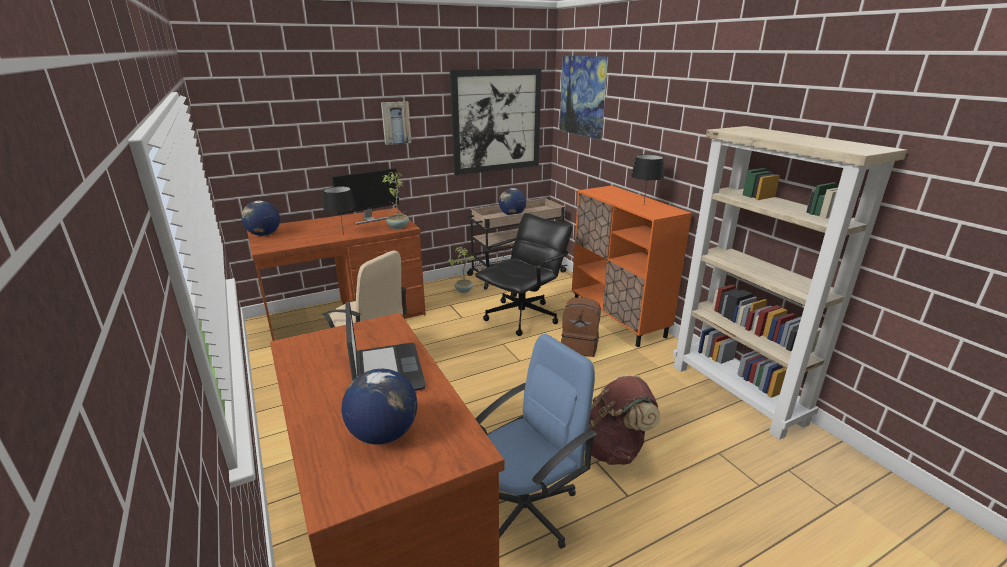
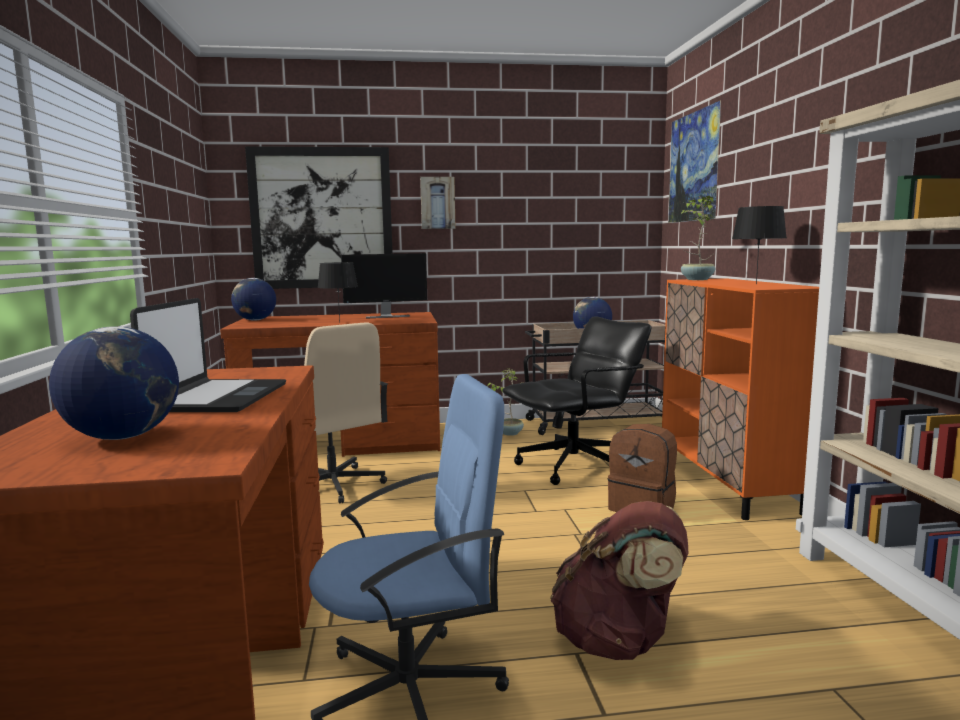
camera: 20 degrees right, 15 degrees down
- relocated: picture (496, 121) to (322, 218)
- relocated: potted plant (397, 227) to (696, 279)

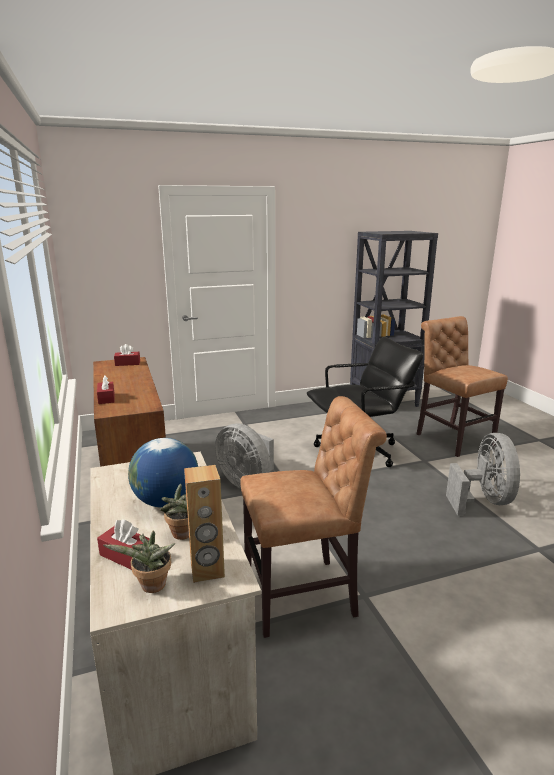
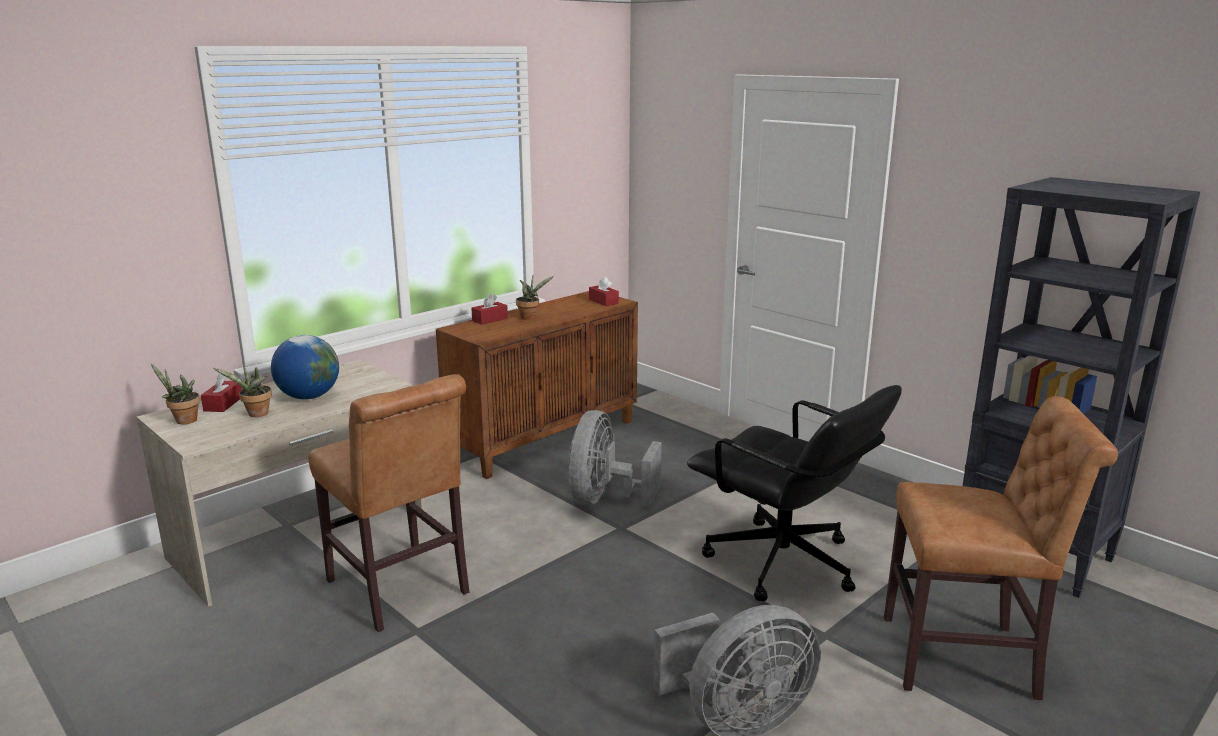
camera: 65 degrees right, 0 degrees up
- appeared: potted plant (530, 317)
- spun: brown chair (451, 438) = (967, 658) 60 degrees clockwise
- missing: brown speaker (207, 571)

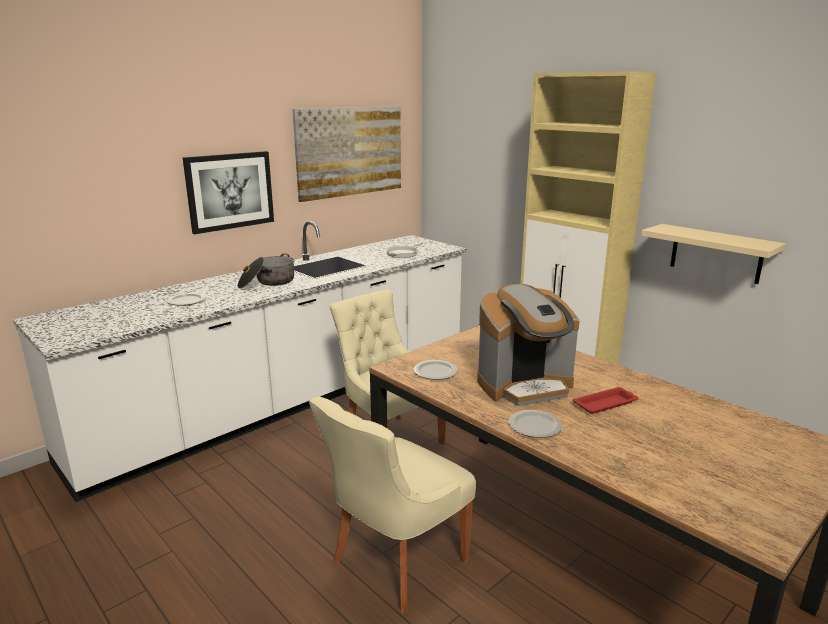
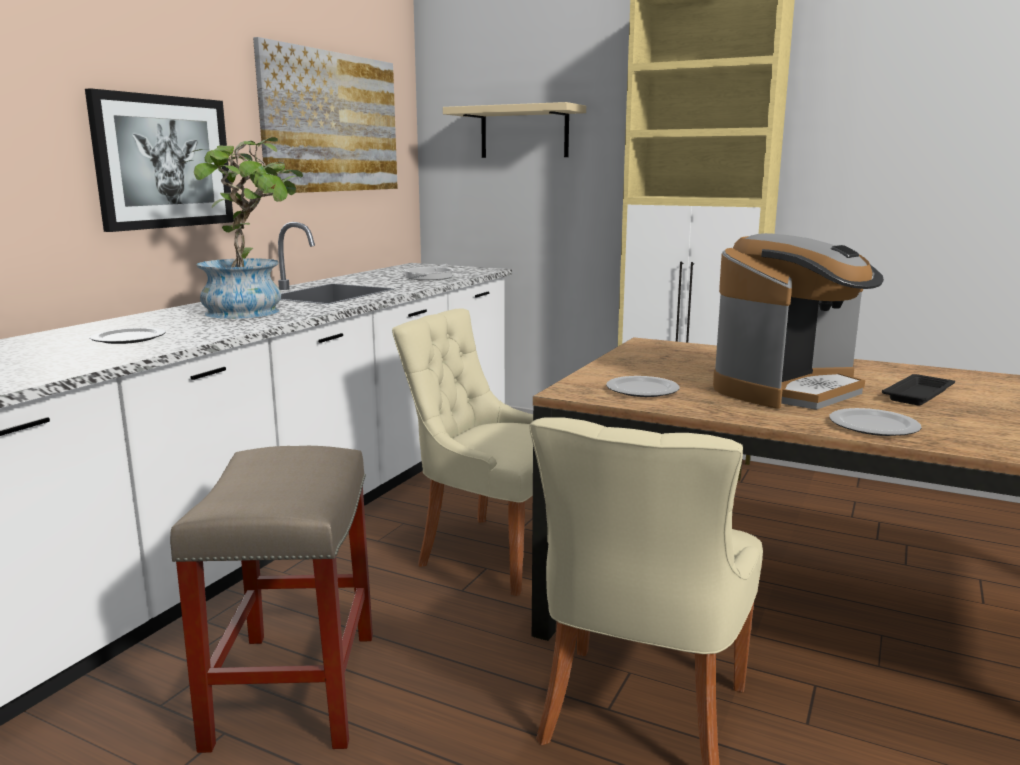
camera: 20 degrees left, 5 degrees down
- appeared: beige stool (294, 690)
- exchanged: cooking pot (267, 282) to potted plant (254, 312)
- relocated: beige shelf (716, 253) to (524, 132)
- colour: red tray (606, 404) to black tray (918, 394)

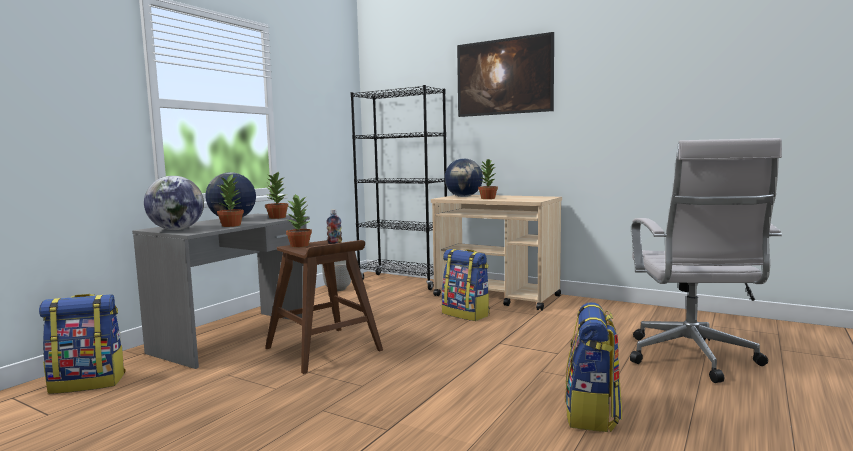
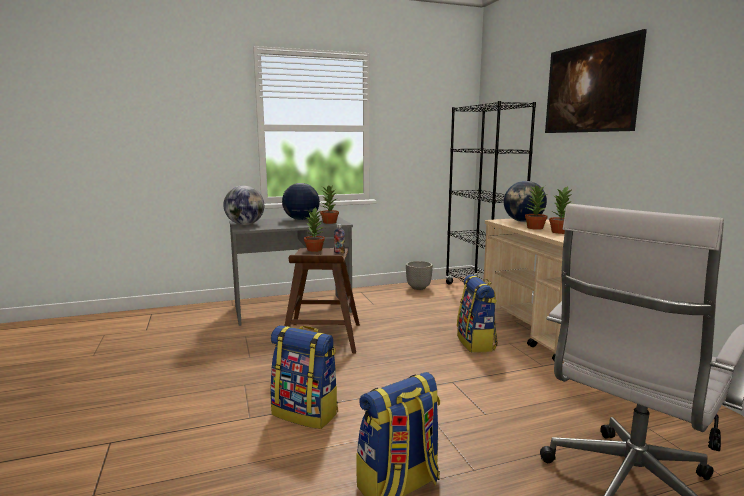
camera: 40 degrees right, 5 degrees up
- relocated: backpack (89, 383) to (306, 413)
- relocated: potted plant (232, 225) to (560, 232)

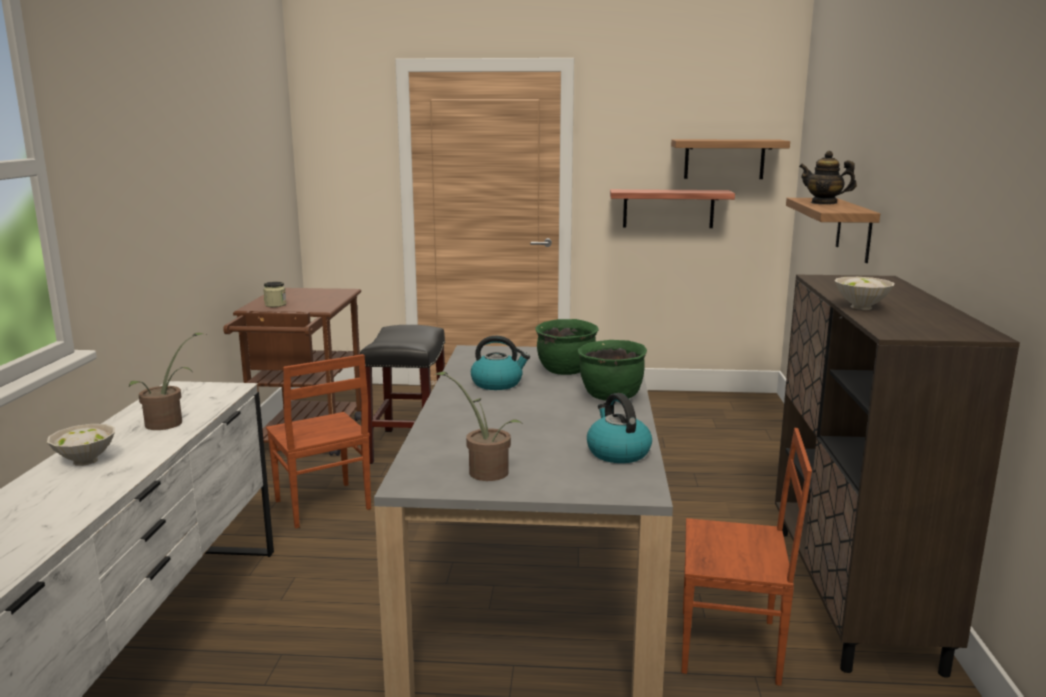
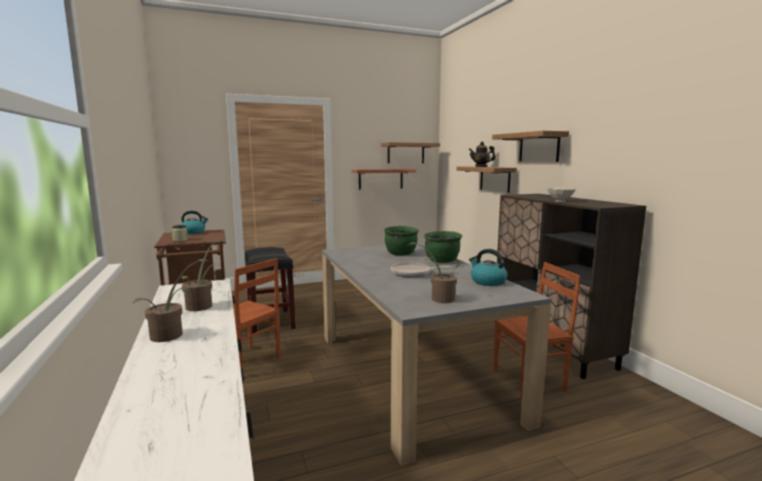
camera: 25 degrees left, 5 degrees down
- exchanged: white bowl (84, 460) to potted plant (172, 335)
- relocated: kettle (497, 383) to (193, 232)
- appeared: frying pan (413, 273)
- appeared: shelf (539, 147)

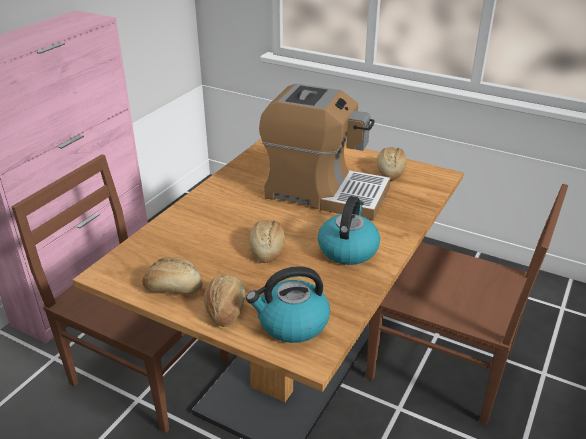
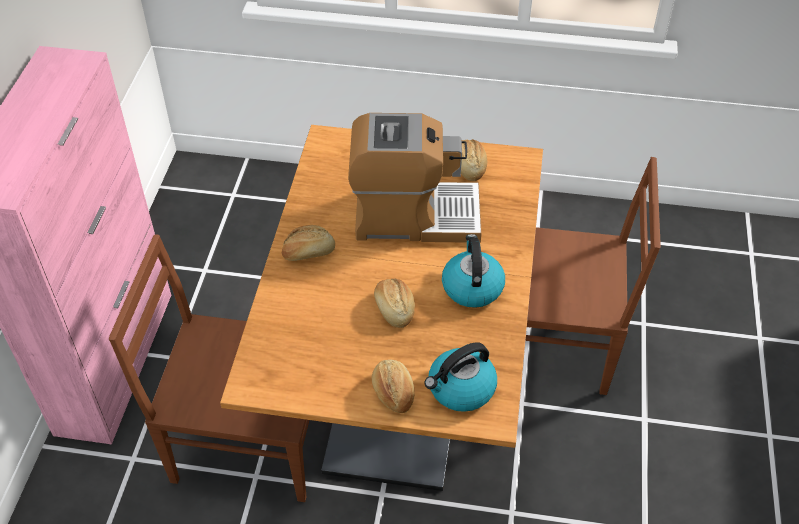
camera: 20 degrees left, 15 degrees up
- relocated: bread (173, 288) to (308, 252)

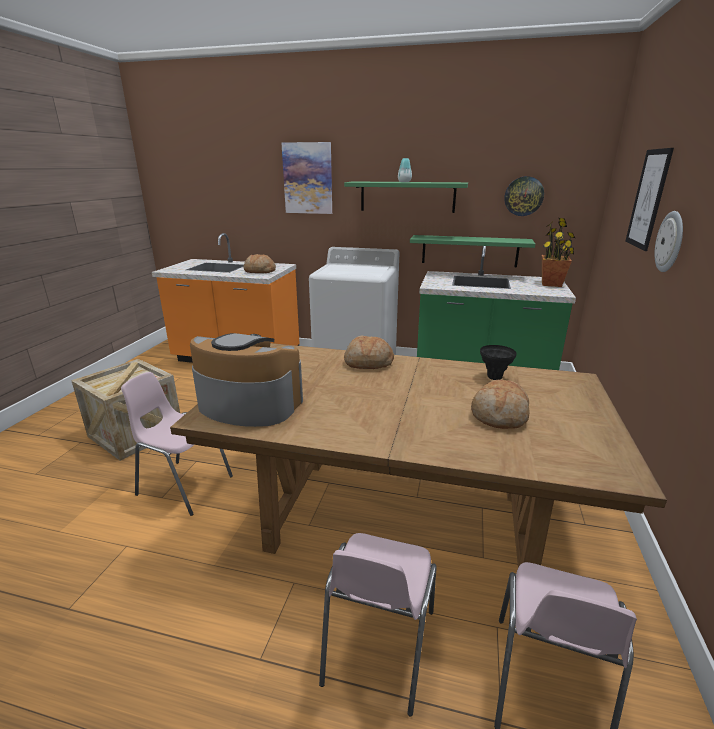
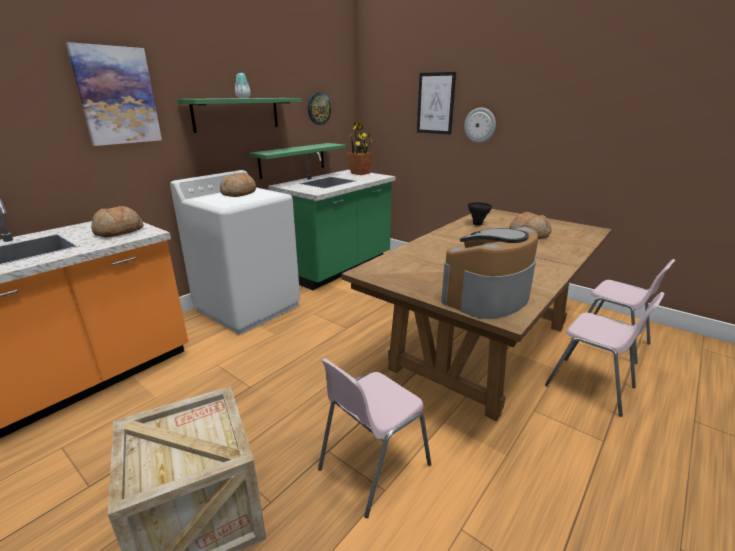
camera: 65 degrees left, 0 degrees up
- relocated: bread (368, 363) to (239, 193)

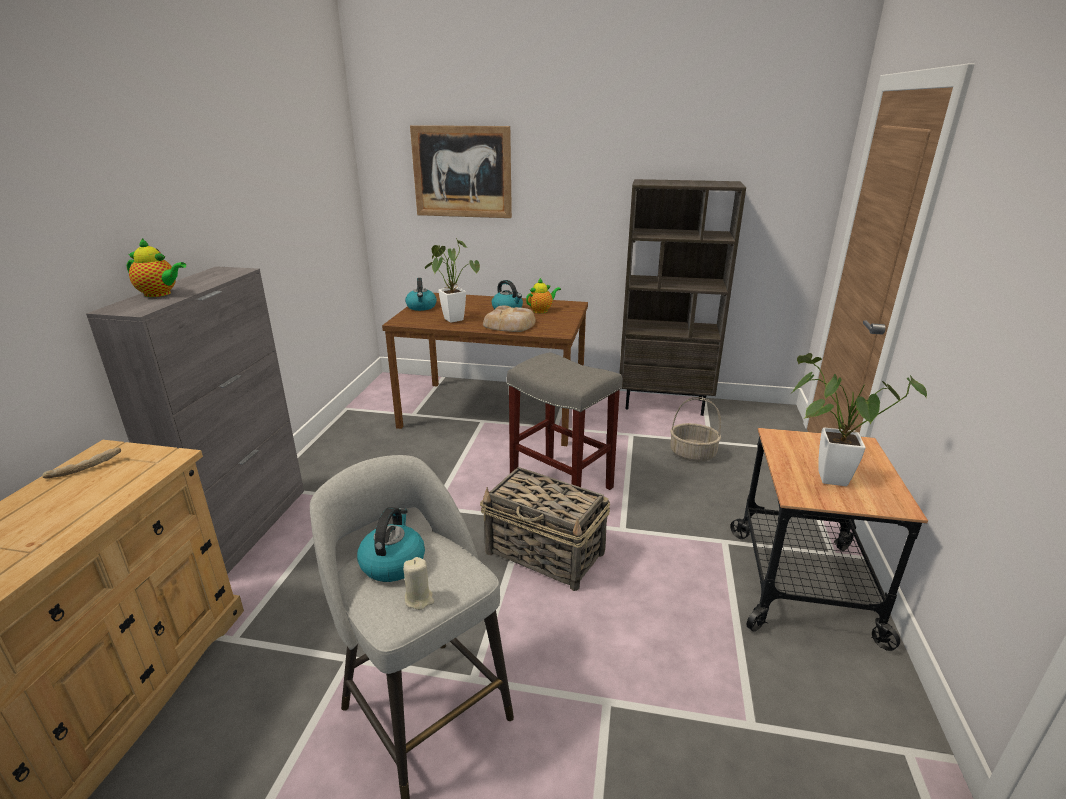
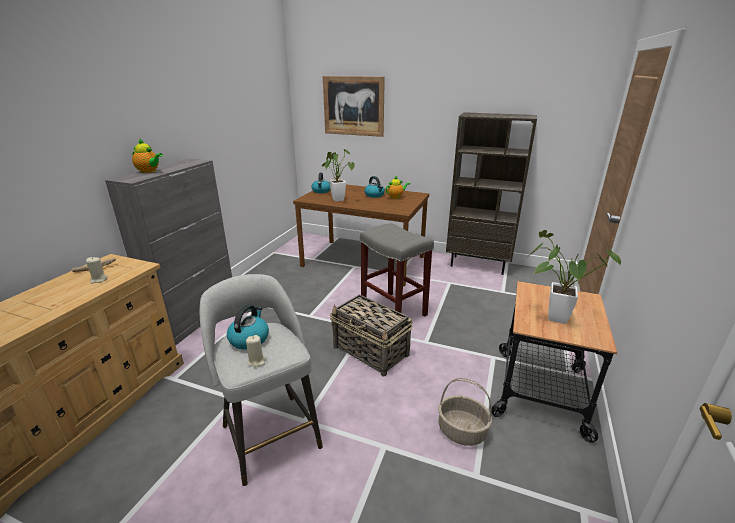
camera: 10 degrees right, 0 degrees up
- appeared: beige candle (99, 280)
- relocated: basket (693, 454) to (462, 431)
- missing: bread (510, 325)

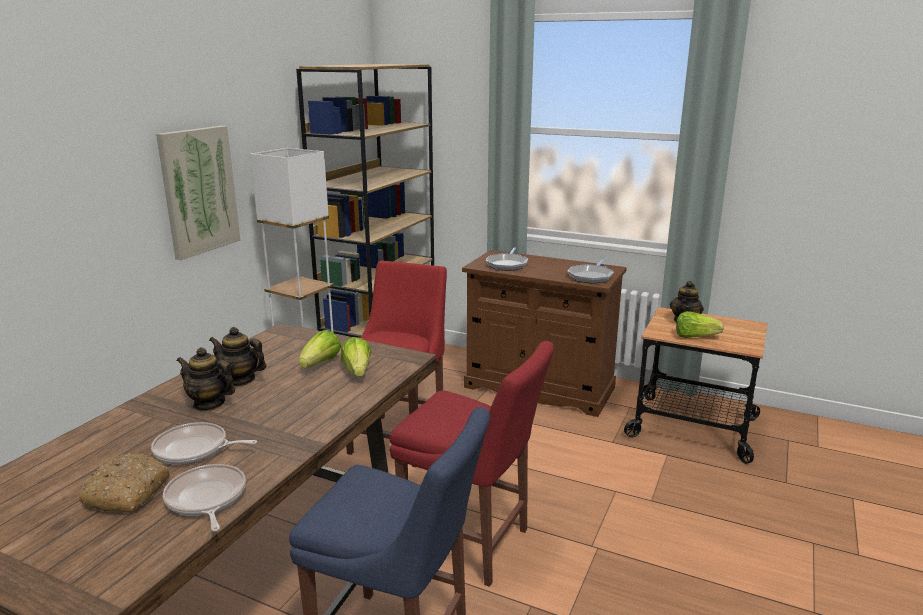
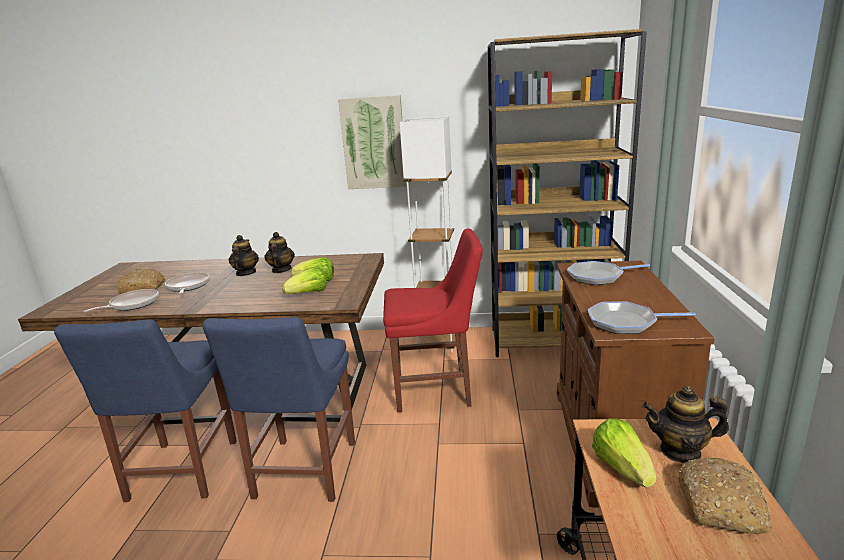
camera: 70 degrees right, 0 degrees up
- colour: red chair (471, 544) to blue chair (303, 473)
- appeared: bread (722, 505)

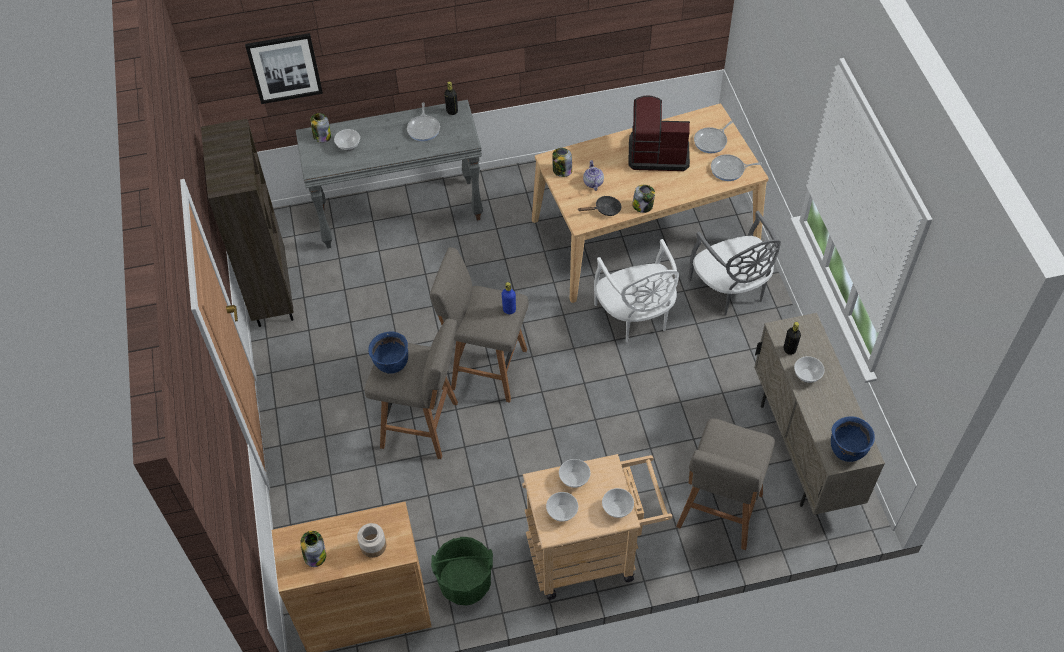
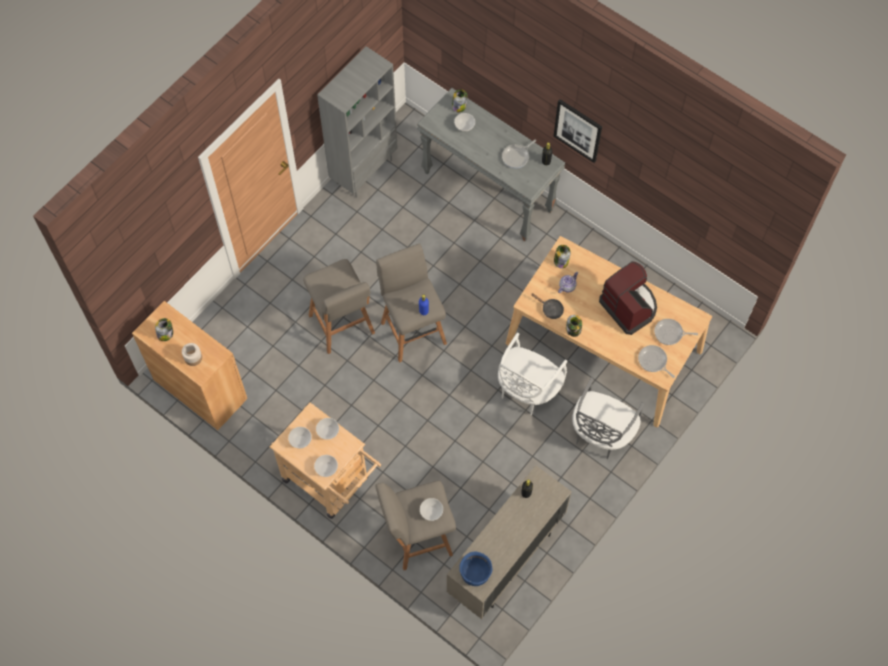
camera: 50 degrees right, 10 degrees up
- colour: brown bookcase (271, 295) to grey bookcase (364, 171)
- relocated: bowl (806, 375) to (431, 512)
- relocated: picture (284, 68) to (578, 130)
- missing: blue cooking pot (391, 364)
- missing: green bucket (465, 583)

